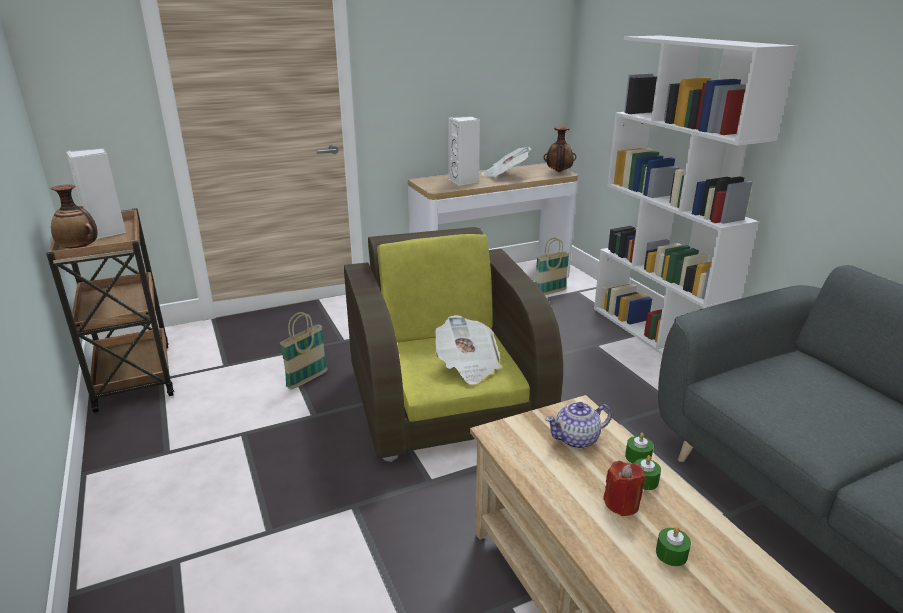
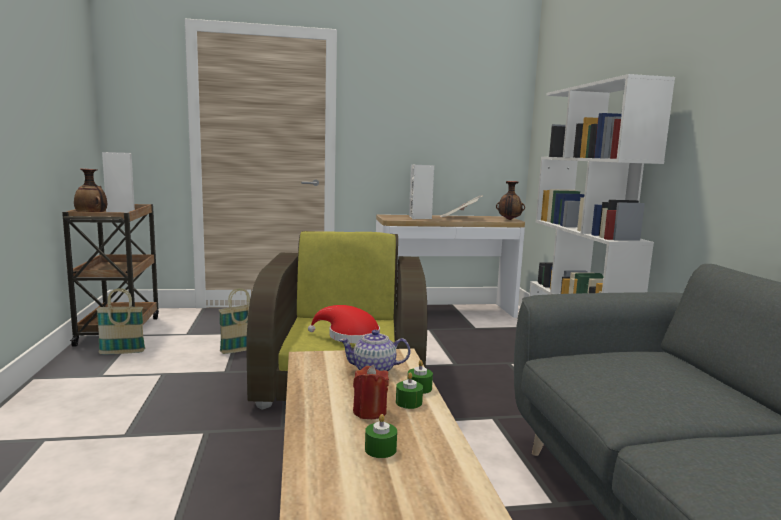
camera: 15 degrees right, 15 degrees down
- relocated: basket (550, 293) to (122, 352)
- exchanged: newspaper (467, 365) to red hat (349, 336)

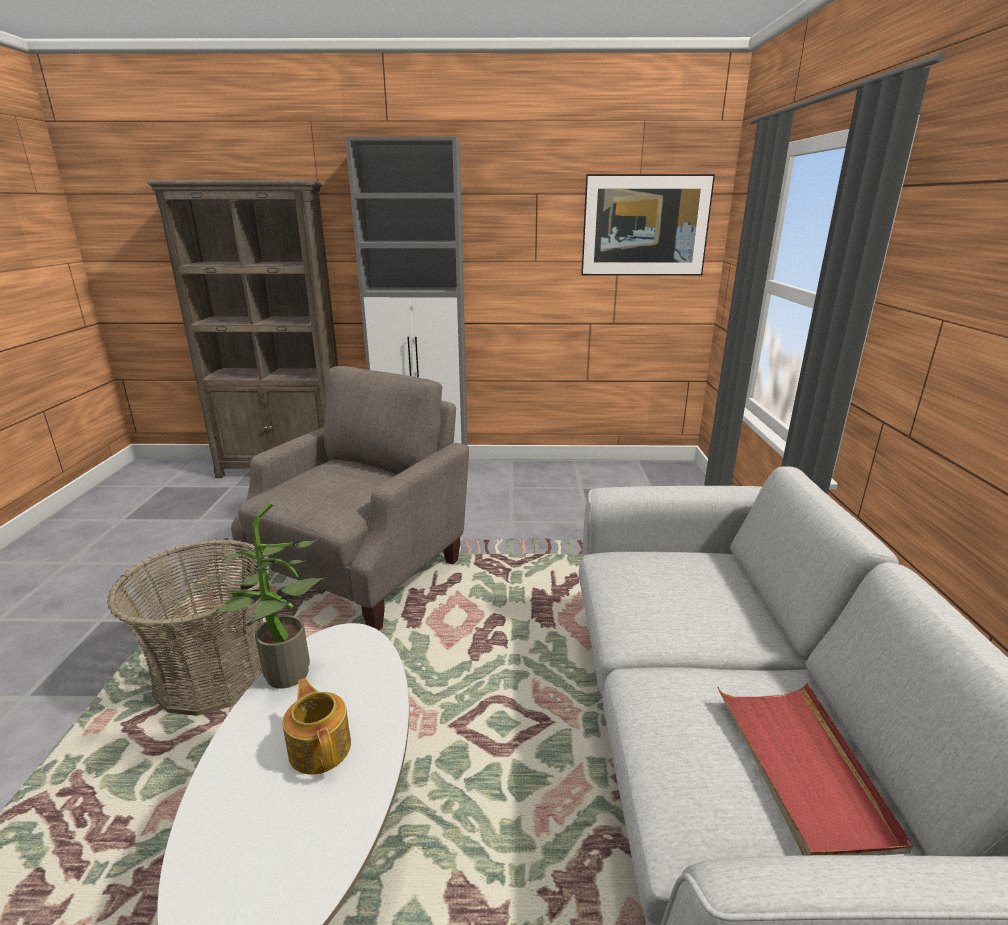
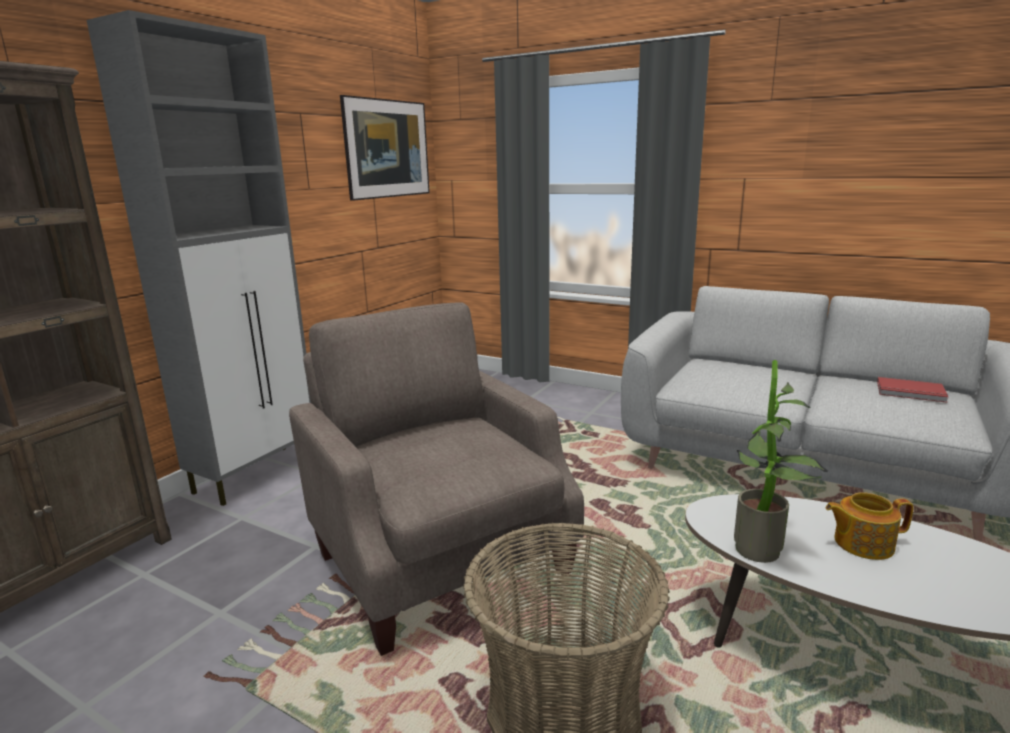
camera: 60 degrees left, 5 degrees down
- exchanged: red tray (802, 768) to red book (911, 392)

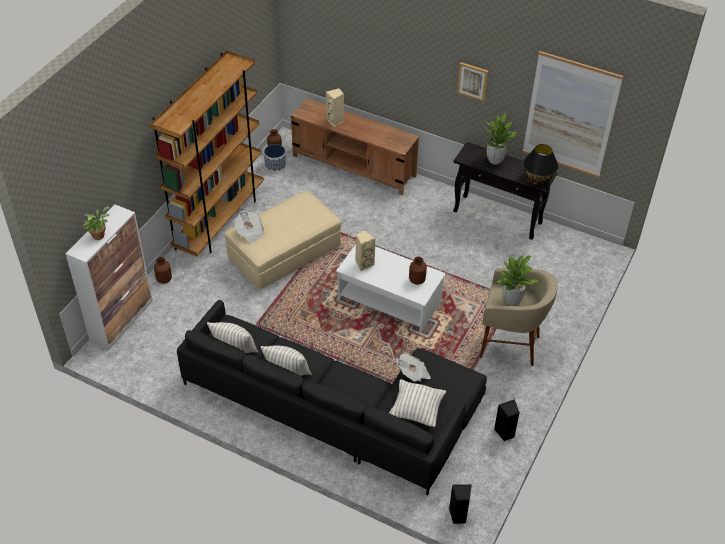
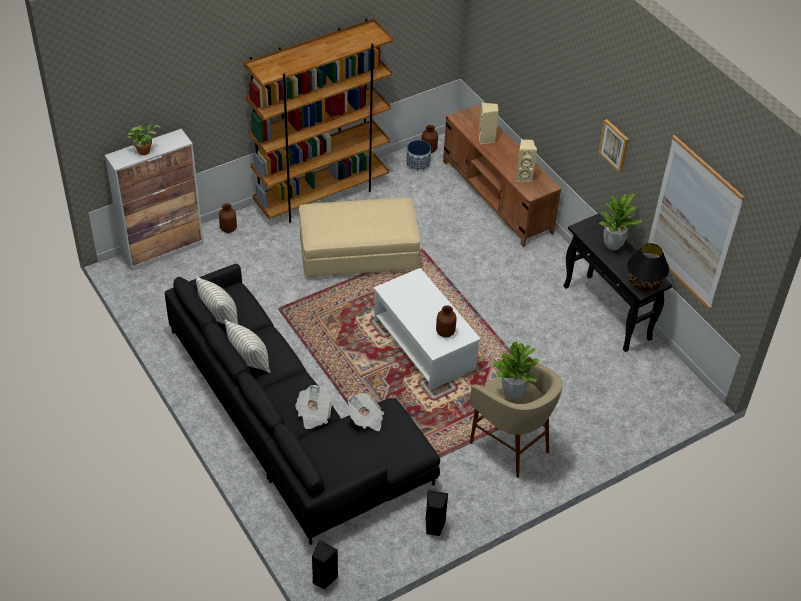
camera: 30 degrees right, 0 degrees up
- relocated: newspaper (250, 233) to (313, 414)
- relocated: beige speaker (364, 264) to (523, 176)
- missing: pillow (416, 410)

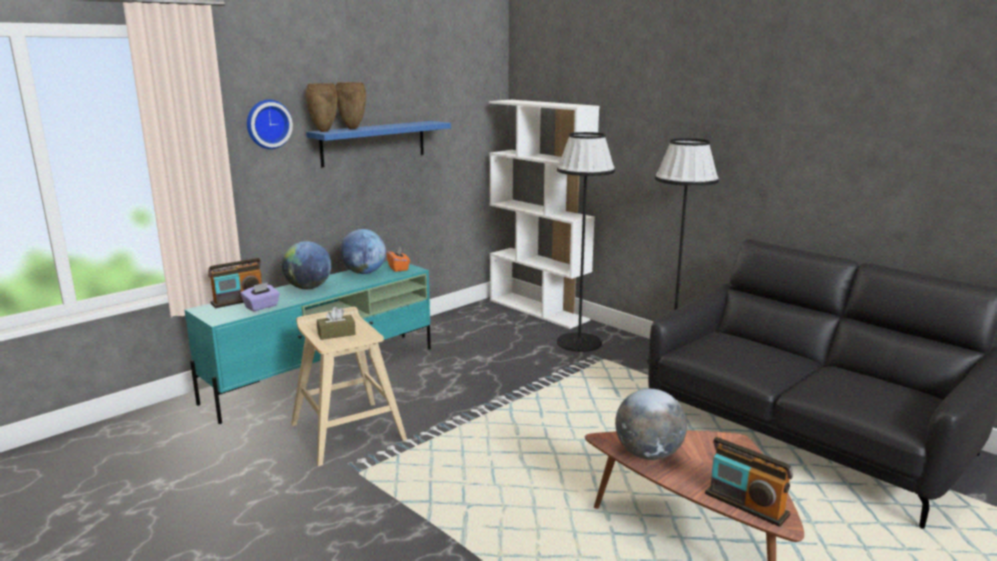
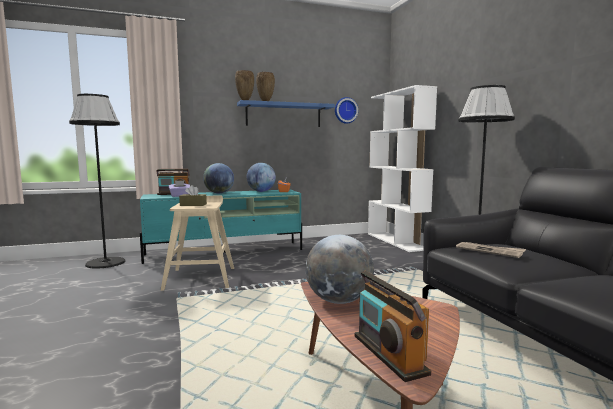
camera: 25 degrees right, 10 degrees down
- relocated: black floor lamp (579, 342) to (105, 263)
- relocated: wall clock (268, 124) to (345, 110)
- appeared: newspaper (490, 251)

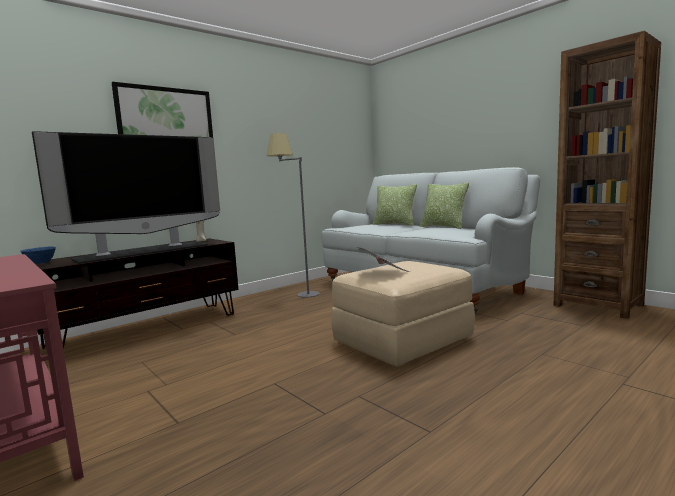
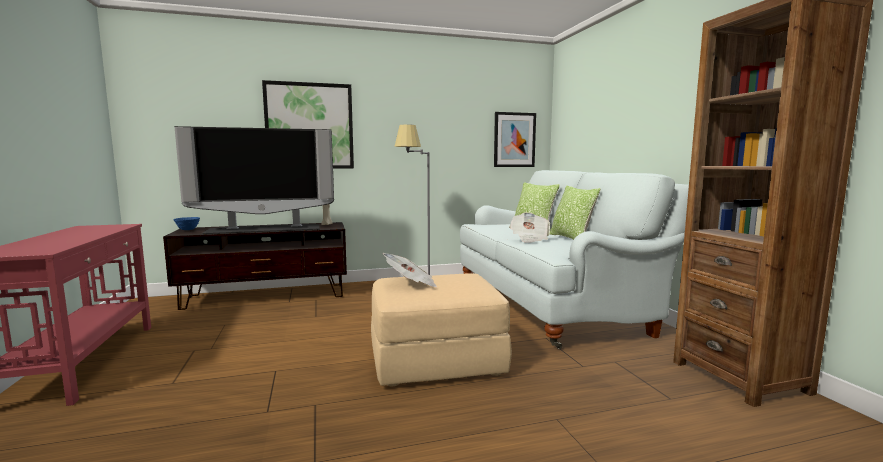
camera: 25 degrees right, 0 degrees up
- appeared: picture (514, 140)
- appeared: newspaper (529, 239)

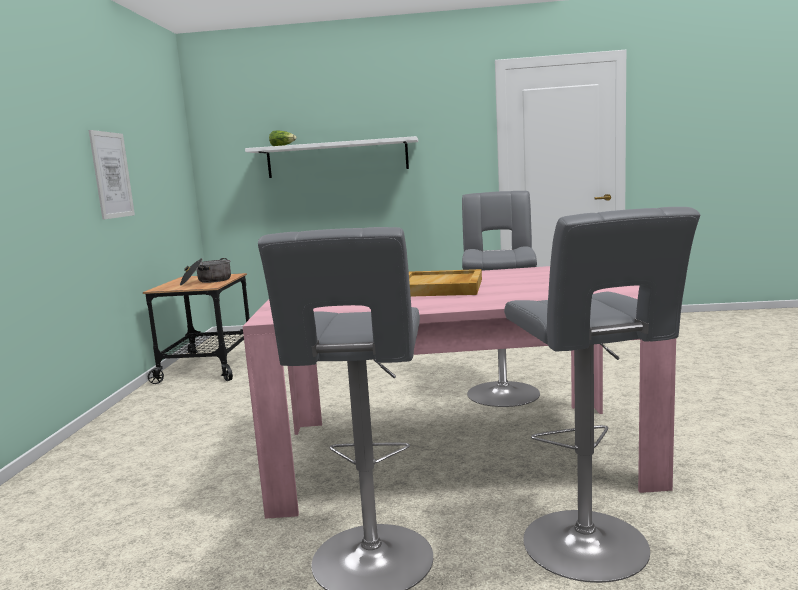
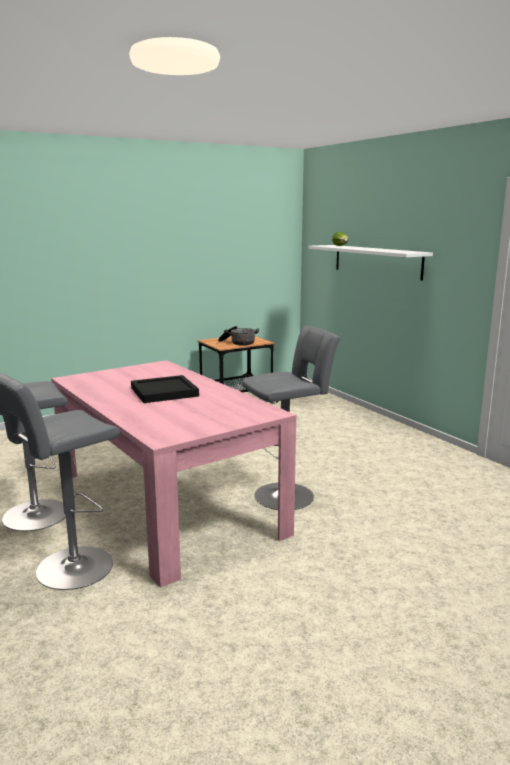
camera: 55 degrees right, 5 degrees up
- colour: beige tray (440, 288) to black tray (164, 392)
- missing: picture (112, 175)

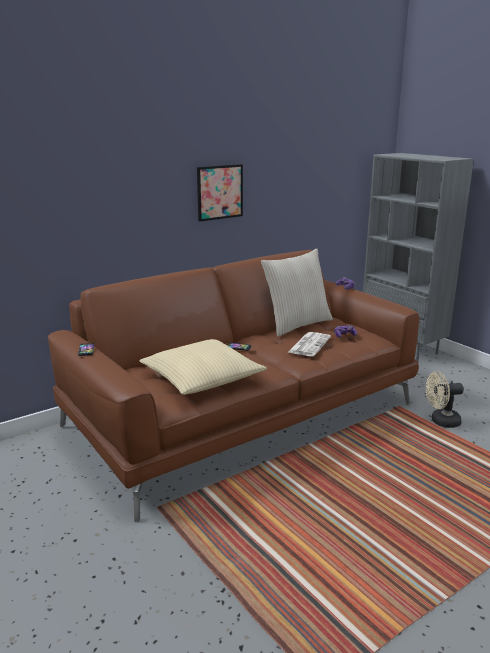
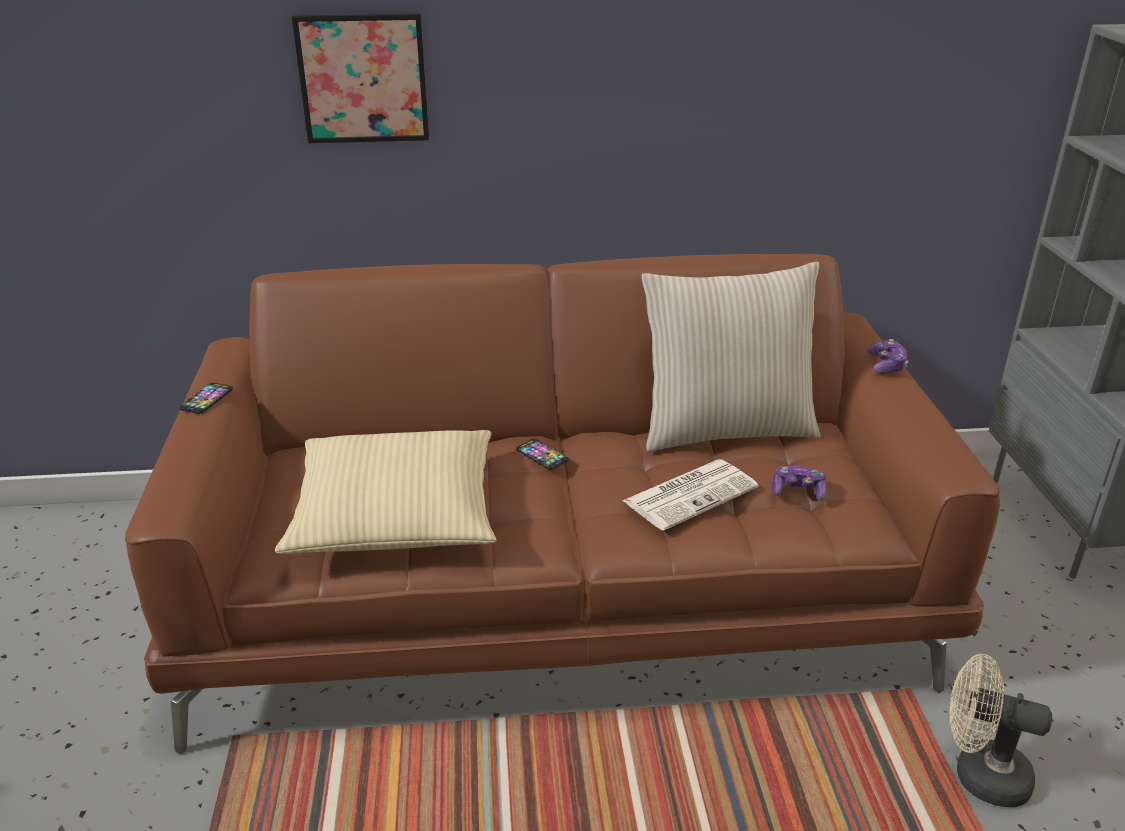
camera: 30 degrees right, 10 degrees up
- relocated: picture (219, 192) to (363, 79)

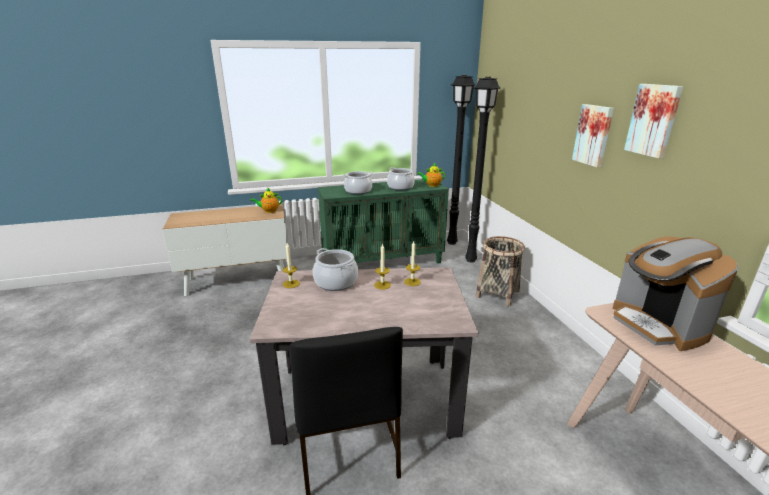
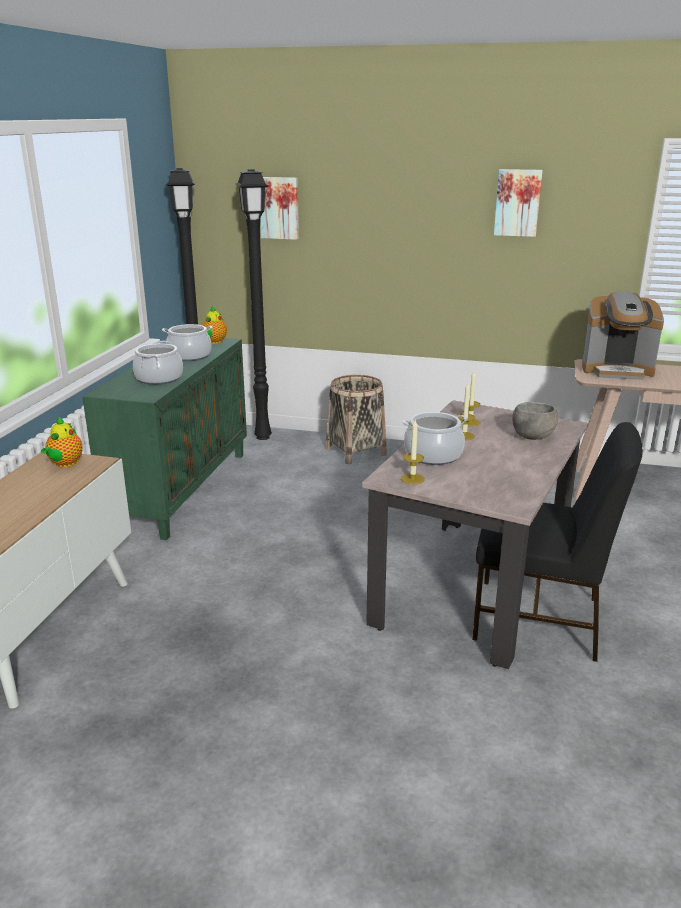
camera: 60 degrees left, 0 degrees up
- relocated: picture (593, 135) to (279, 208)
- appeared: grey bowl (531, 437)

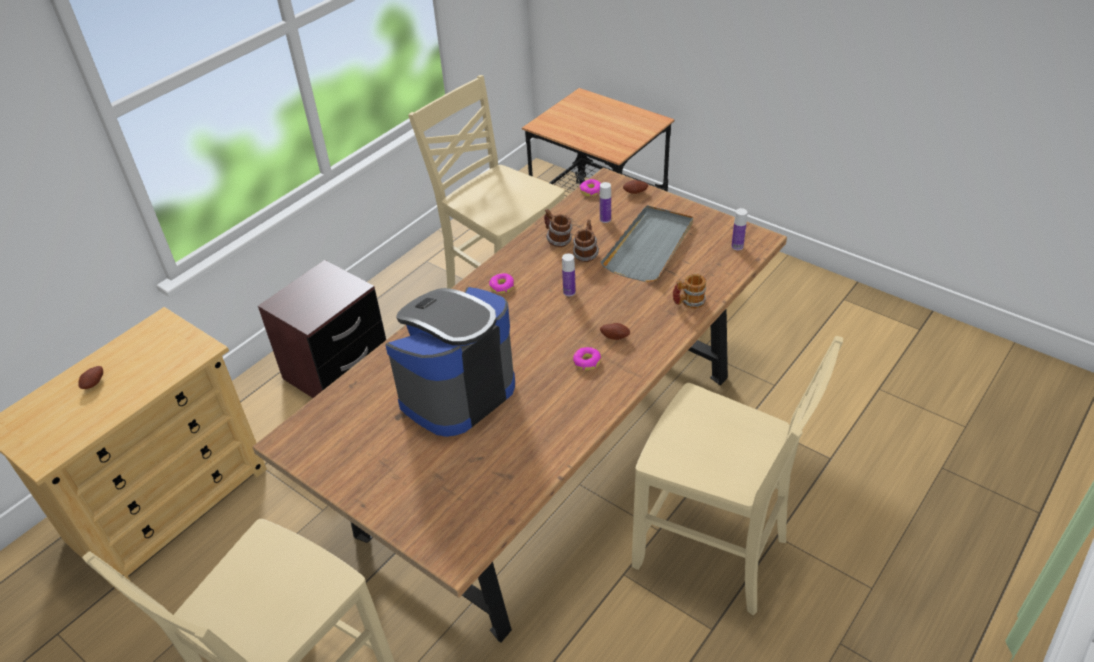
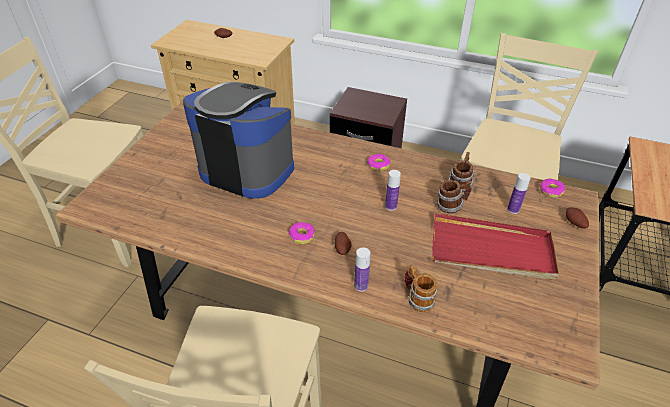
camera: 70 degrees right, 0 degrees up
- relocated: bottle (737, 246) to (361, 286)
- colour: grey tray (650, 246) to red tray (491, 250)

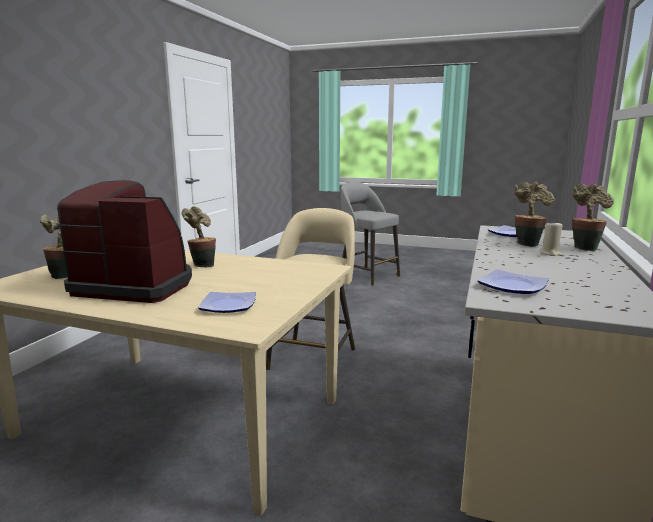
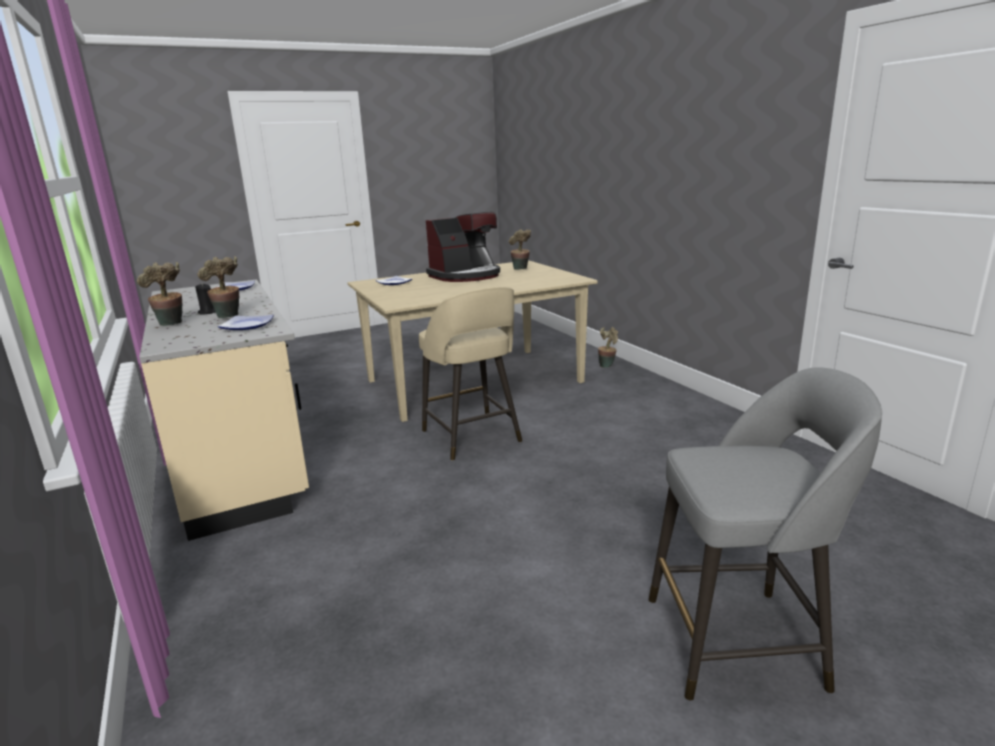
camera: 135 degrees right, 5 degrees up
- colour: beige candle (550, 253) to black candle (207, 312)
- relocated: potted plant (202, 265) to (607, 365)

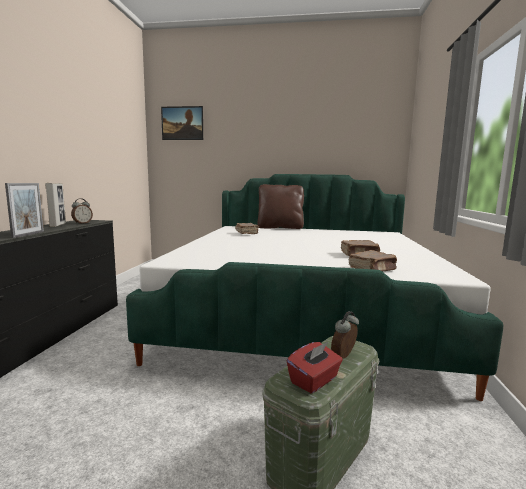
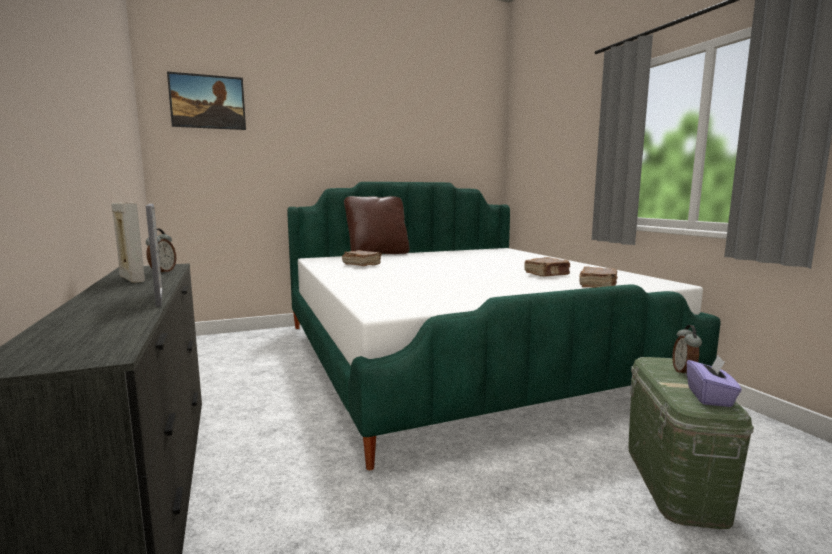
camera: 30 degrees left, 0 degrees up
- colour: red tissue box (314, 380) to purple tissue box (710, 397)

